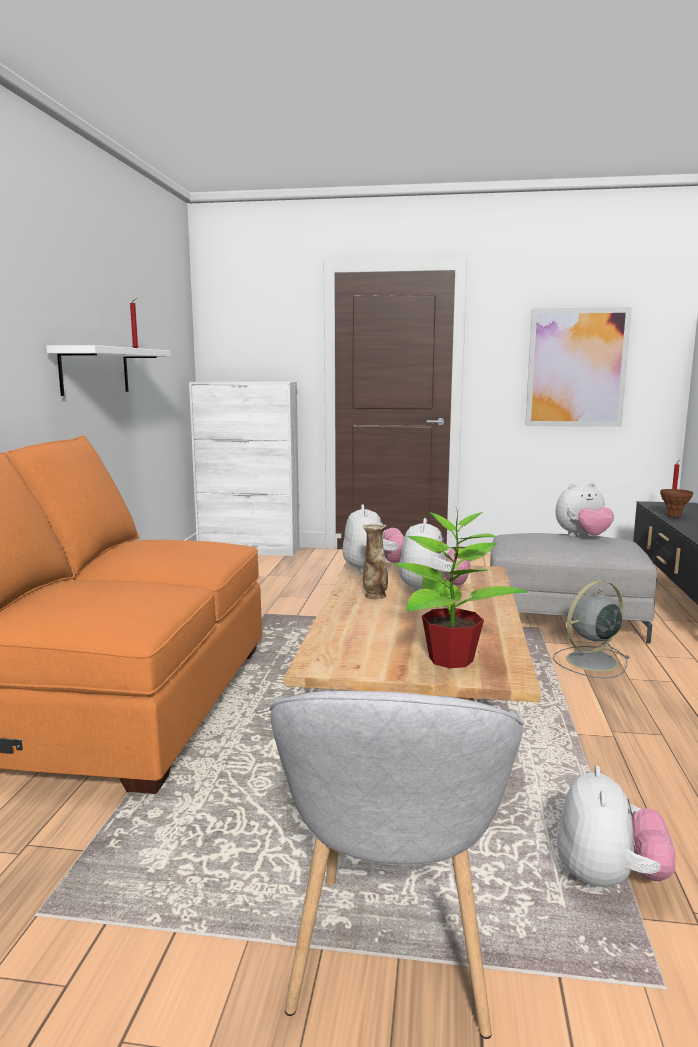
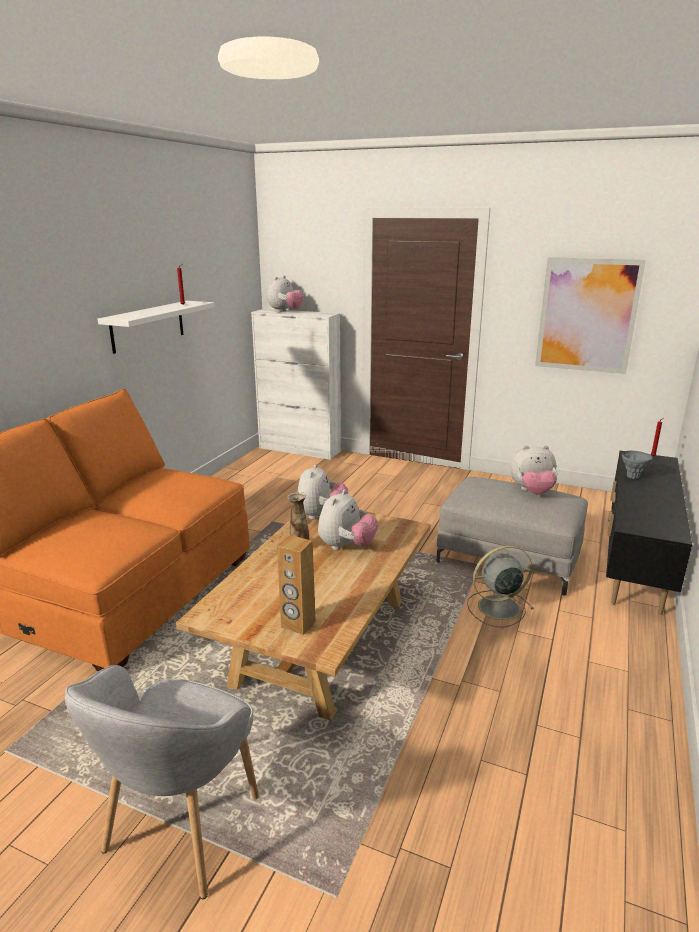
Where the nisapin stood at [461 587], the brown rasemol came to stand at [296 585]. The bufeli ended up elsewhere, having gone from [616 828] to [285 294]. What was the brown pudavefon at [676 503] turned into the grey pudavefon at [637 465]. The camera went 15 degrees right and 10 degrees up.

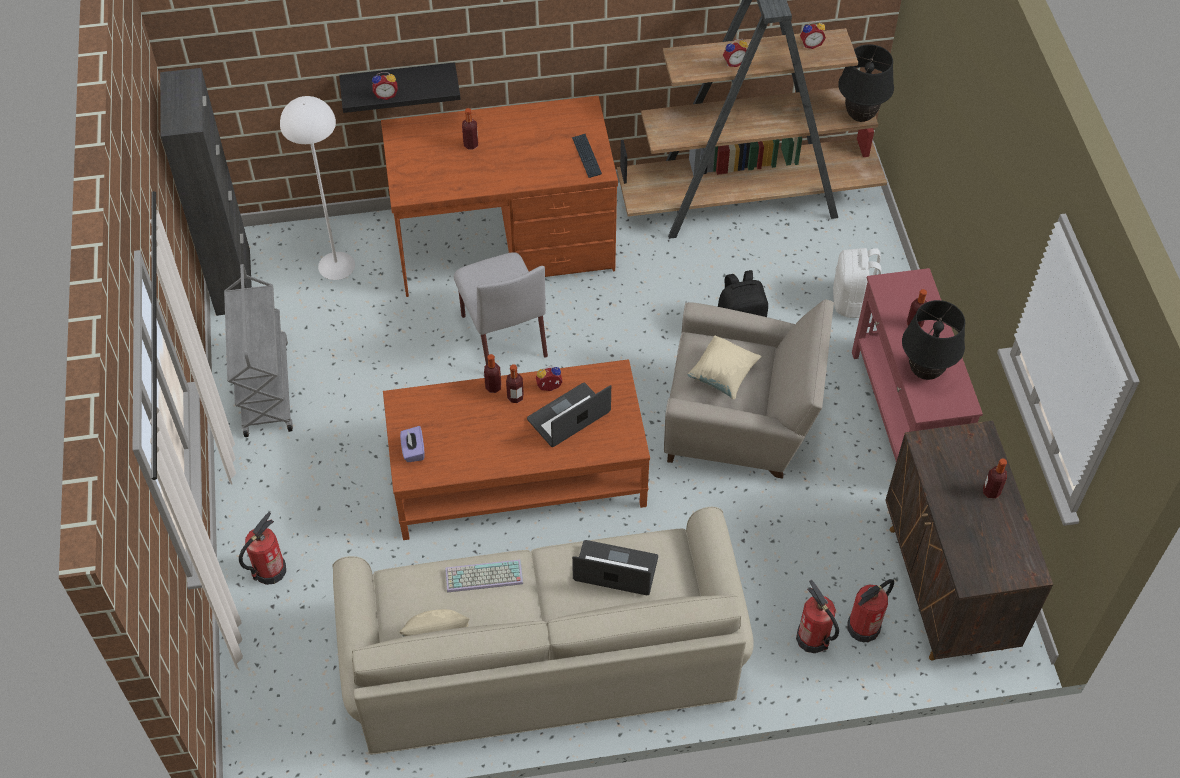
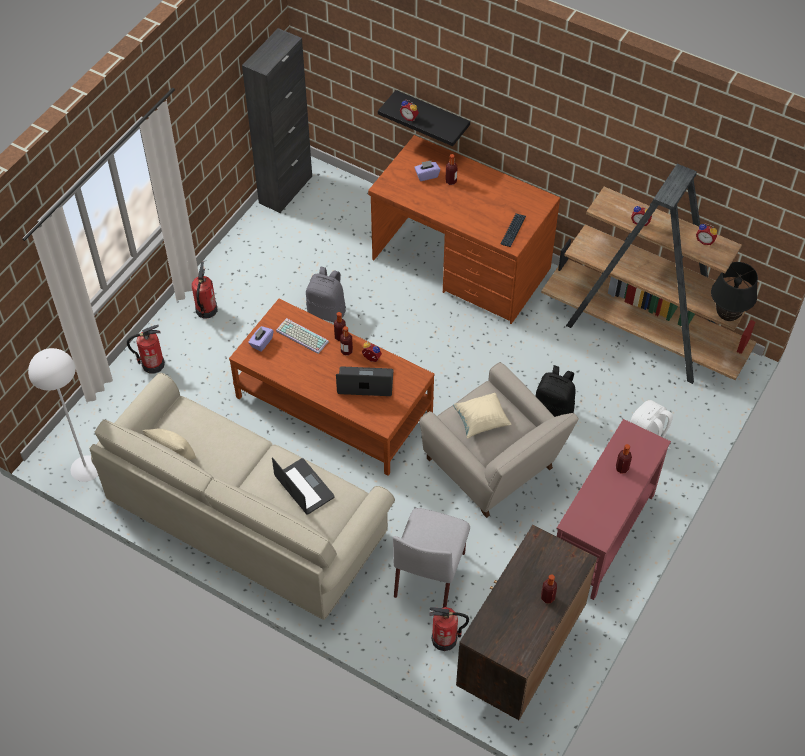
The second view lost the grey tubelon at [258 350]. The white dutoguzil ended up elsewhere, having gone from [317 188] to [63 415]. The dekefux ended up elsewhere, having gone from [484 576] to [302 336]. The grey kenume ended up elsewhere, having gone from [501 309] to [431 558]. The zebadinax ended up elsewhere, having gone from [817 616] to [204 290]. The second view lost the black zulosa at [933 340]. The second view gained the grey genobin at [326 294]. The second view gained the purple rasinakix at [427 170]. The camera went 40 degrees right and 0 degrees up.

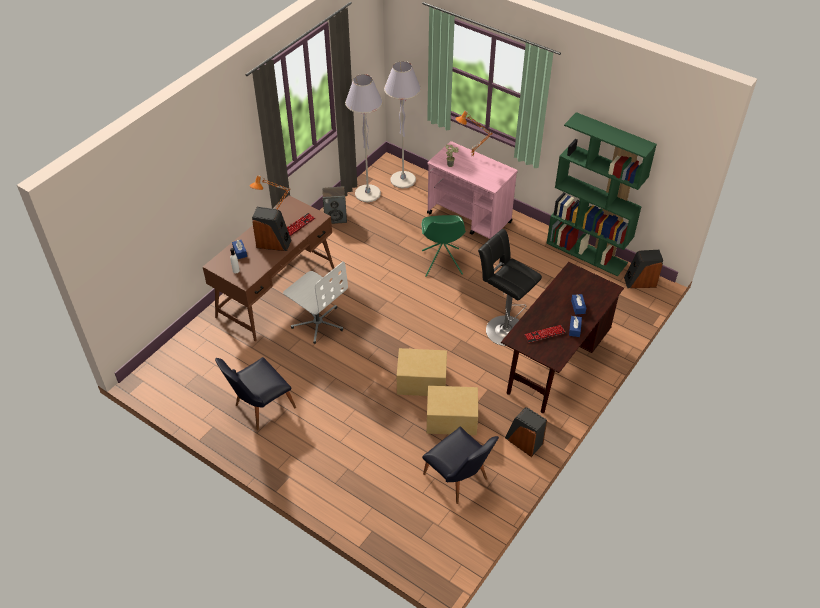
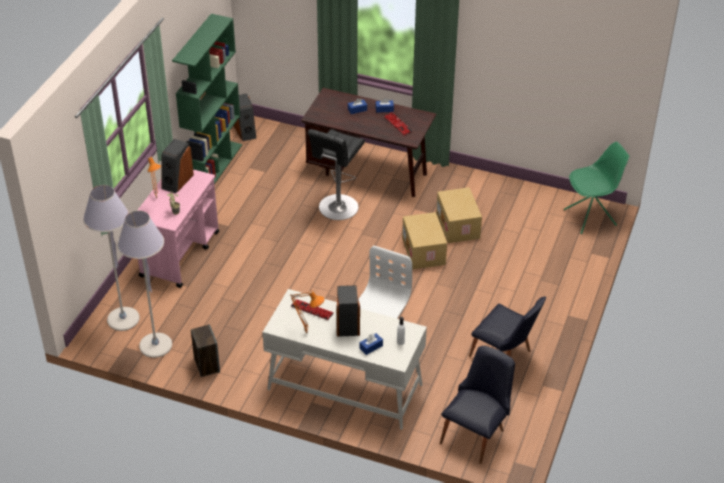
What was the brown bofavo at [268 268] turned into the white bofavo at [345 359]. The green kenume ended up elsewhere, having gone from [444 246] to [596 188]. The black kenume ended up elsewhere, having gone from [460 465] to [477 405]. The rasemol ended up elsewhere, having gone from [526 432] to [178 166]. The camera went 105 degrees left and 5 degrees down.

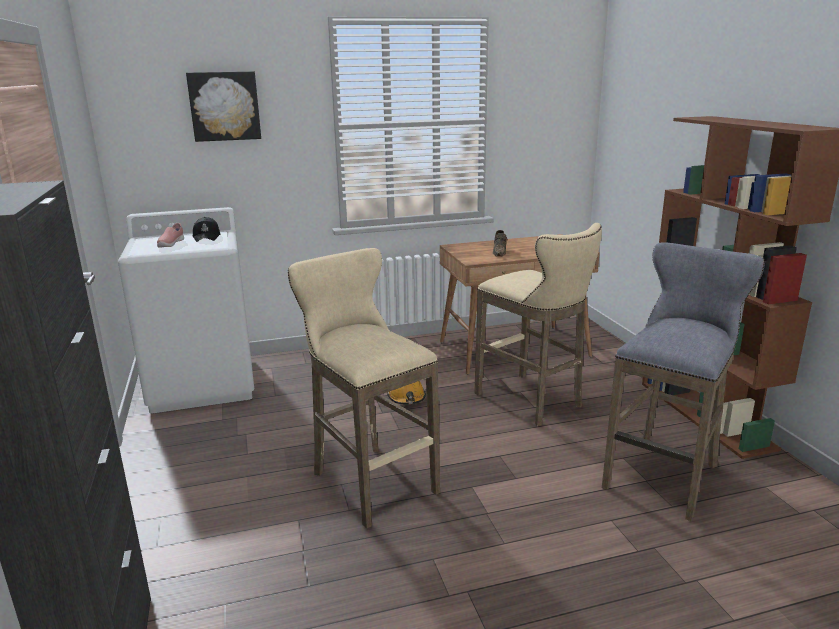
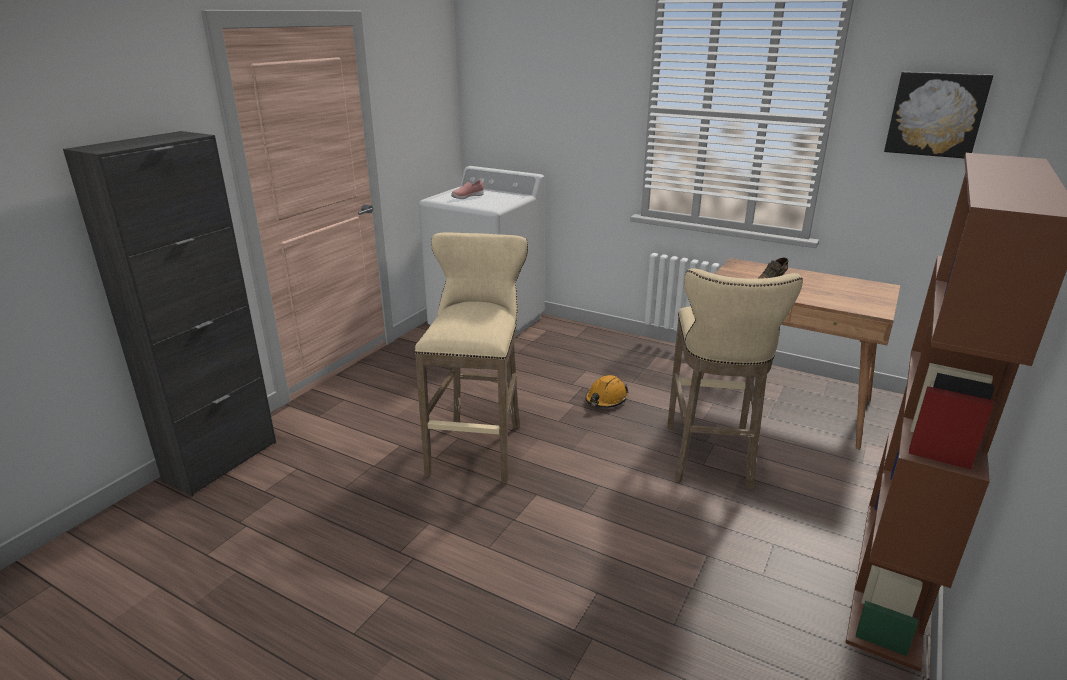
The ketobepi ended up elsewhere, having gone from [223 107] to [938 115]. The second view lost the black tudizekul at [206 229]. The second view lost the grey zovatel at [683 381]. The camera went 45 degrees right and 5 degrees up.

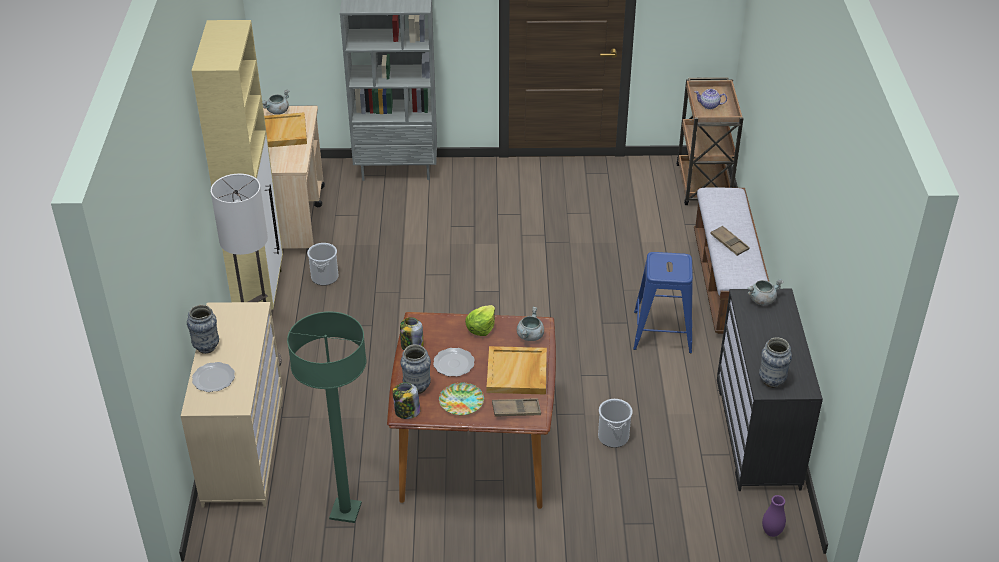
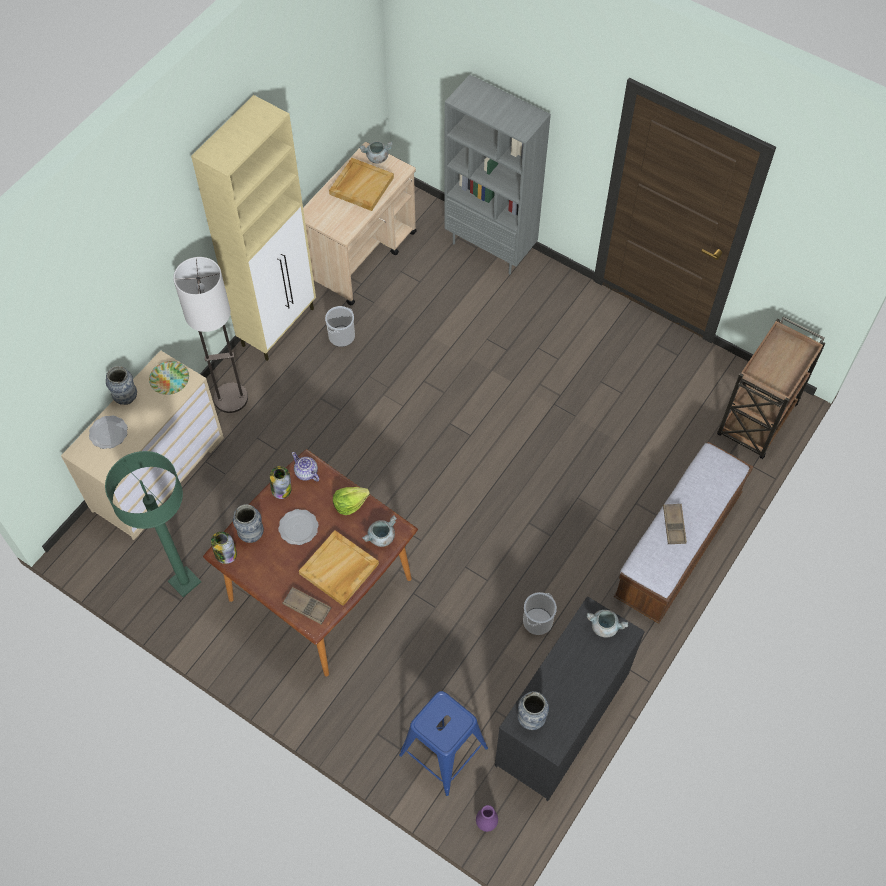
The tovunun ended up elsewhere, having gone from [461 399] to [169 378]. The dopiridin ended up elsewhere, having gone from [615 423] to [540 613]. The blue zovatel ended up elsewhere, having gone from [663 302] to [443 743]. The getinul ended up elsewhere, having gone from [710 99] to [305 467]. The camera went 35 degrees right and 20 degrees up.

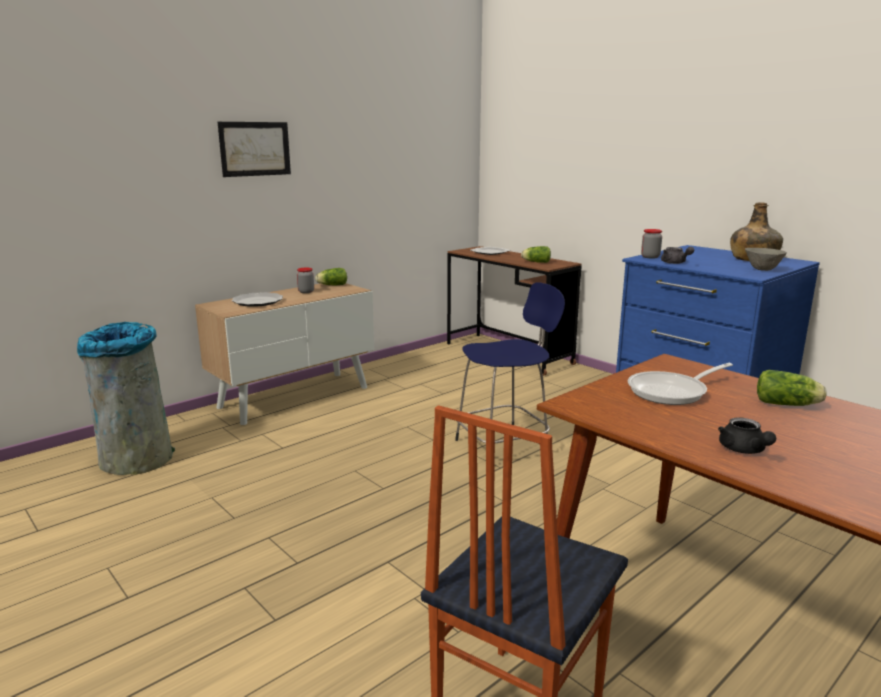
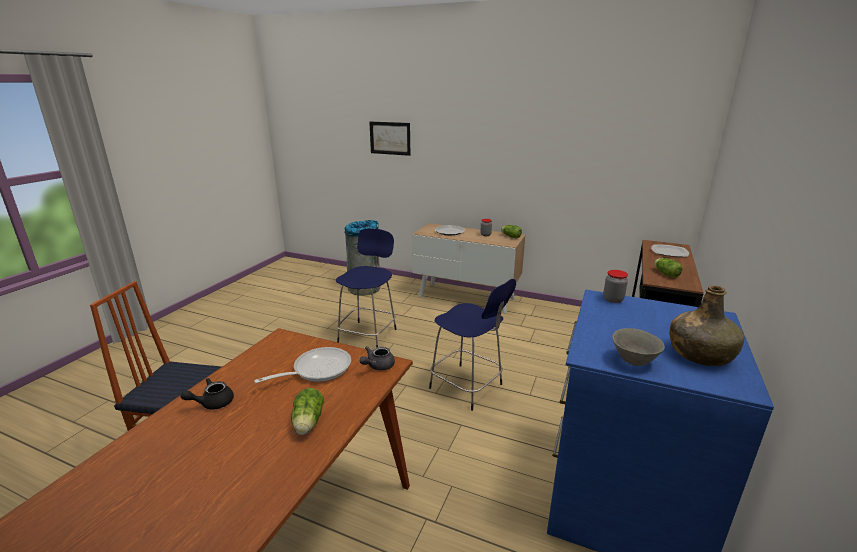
The ketobepi ended up elsewhere, having gone from [254 149] to [389 139]. The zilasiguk at [680 384] ended up facing another way, 105 degrees clockwise from before. The grey getinul ended up elsewhere, having gone from [677 255] to [377 358]. The second view gained the blue zovatel at [366 288]. The camera went 65 degrees right and 5 degrees up.

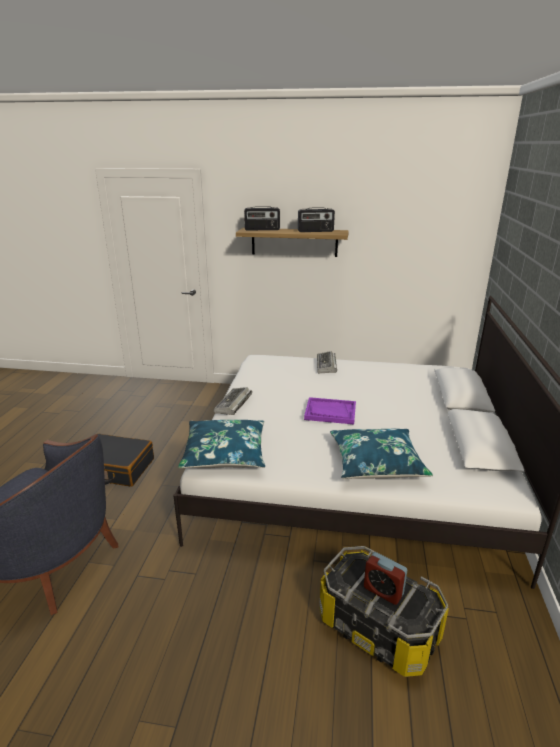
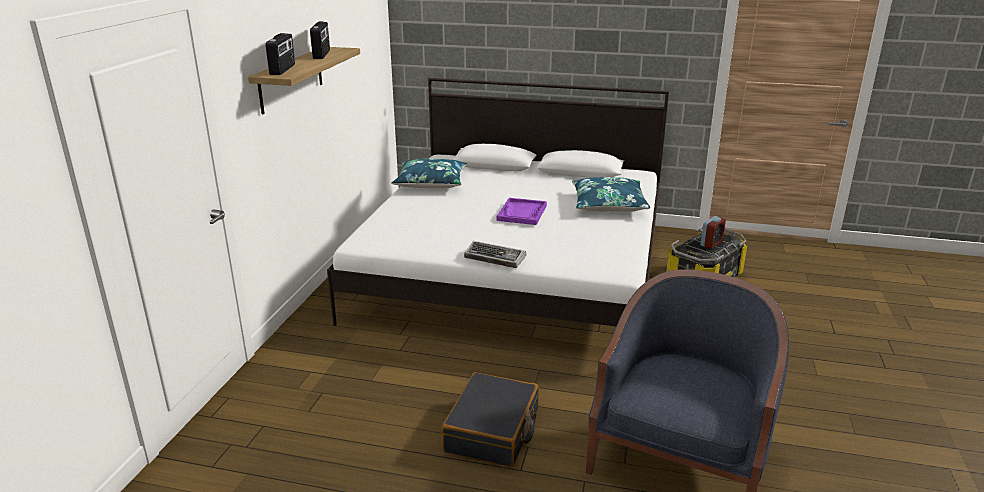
The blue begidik ended up elsewhere, having gone from [221 444] to [429 173]. The second view lost the dekefux at [327 362]. The camera went 85 degrees left and 0 degrees up.

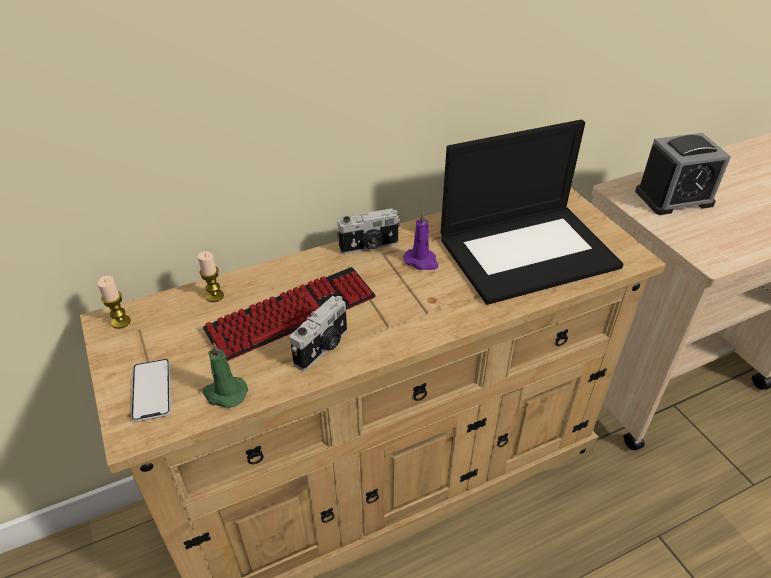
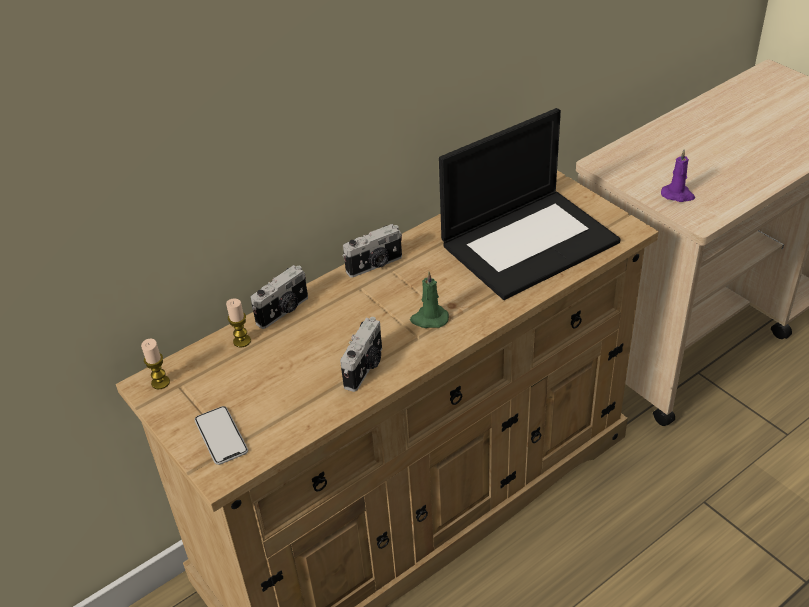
The second view lost the dekefux at [289 314]. The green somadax ended up elsewhere, having gone from [225 375] to [429 299]. The purple somadax ended up elsewhere, having gone from [421 241] to [678 175]. The second view lost the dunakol at [683 174]. The second view gained the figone at [279 297]. The camera went 10 degrees left and 0 degrees up.

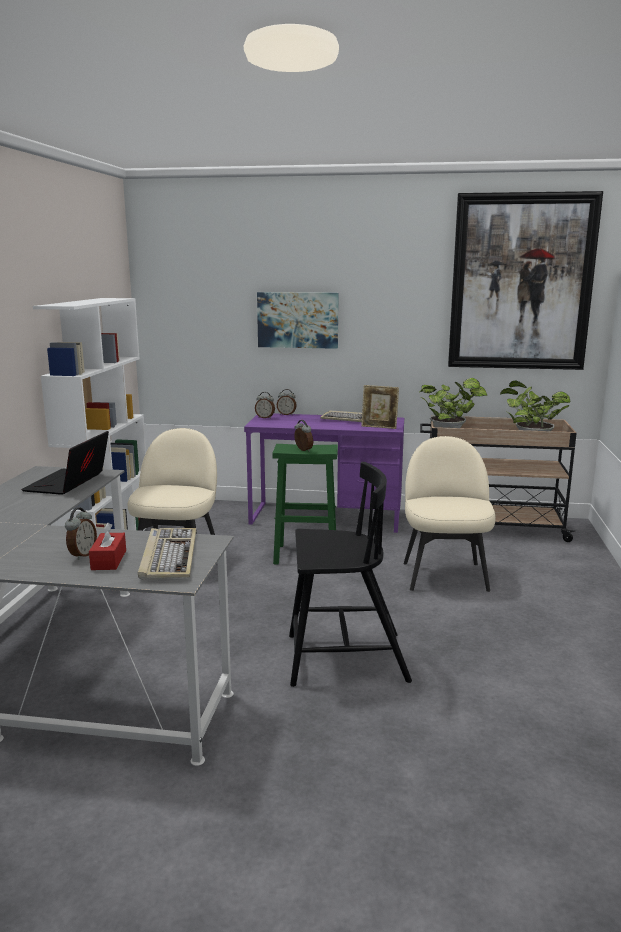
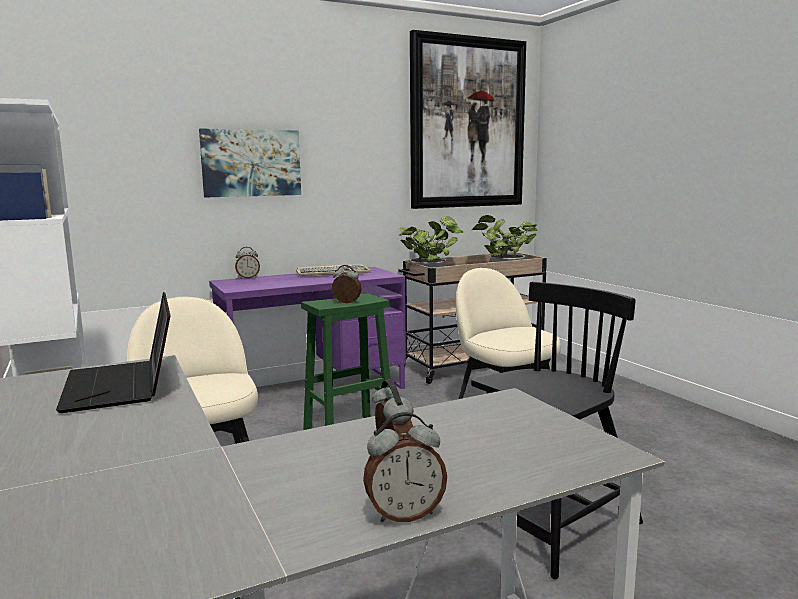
The second view lost the red rasinakix at [107 546]. The second view lost the dekefux at [167 554]. The dunakol ended up elsewhere, having gone from [265 405] to [405 467]. The second view lost the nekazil at [380 407]. The camera went 35 degrees left and 5 degrees down.

